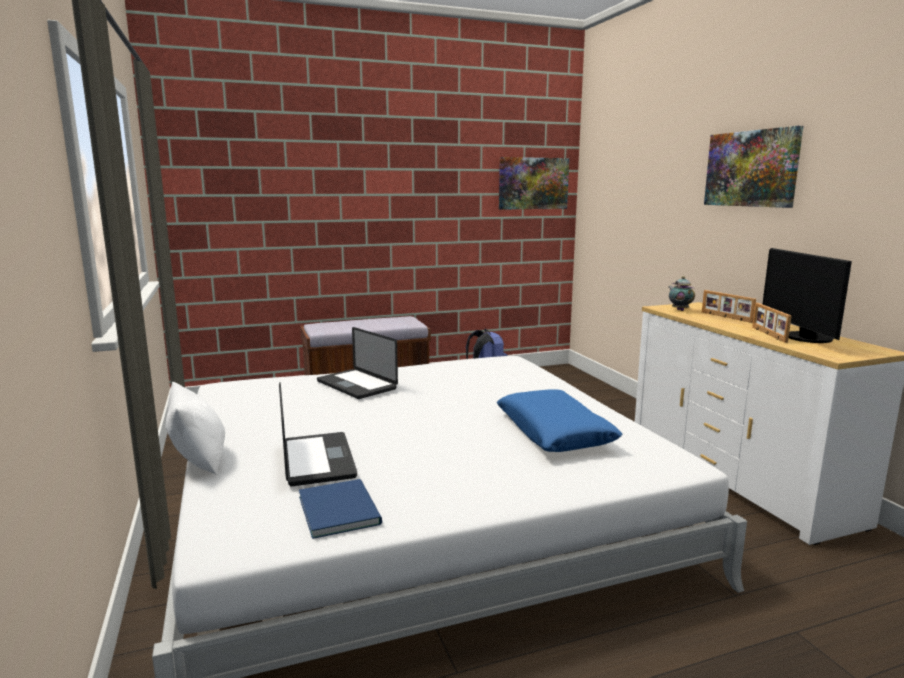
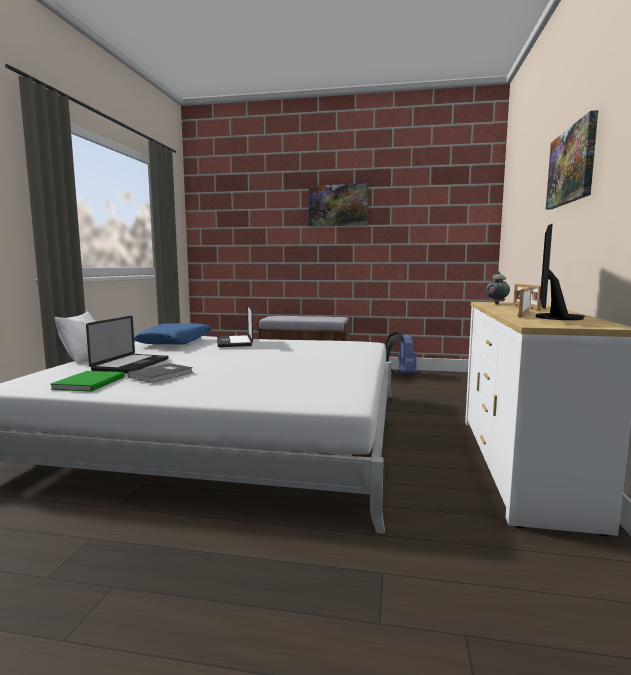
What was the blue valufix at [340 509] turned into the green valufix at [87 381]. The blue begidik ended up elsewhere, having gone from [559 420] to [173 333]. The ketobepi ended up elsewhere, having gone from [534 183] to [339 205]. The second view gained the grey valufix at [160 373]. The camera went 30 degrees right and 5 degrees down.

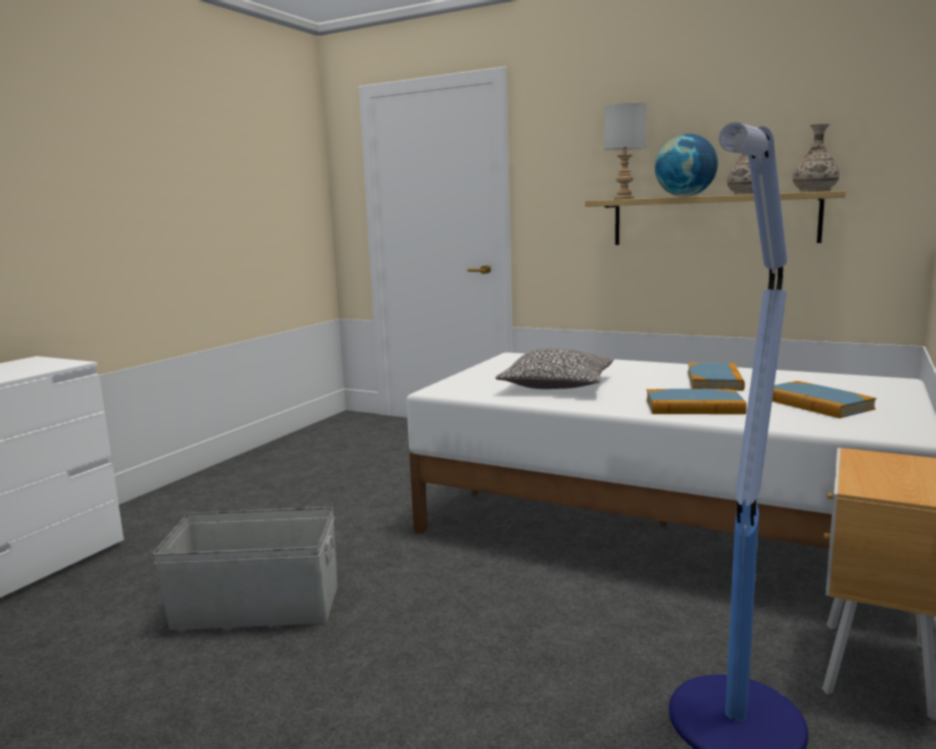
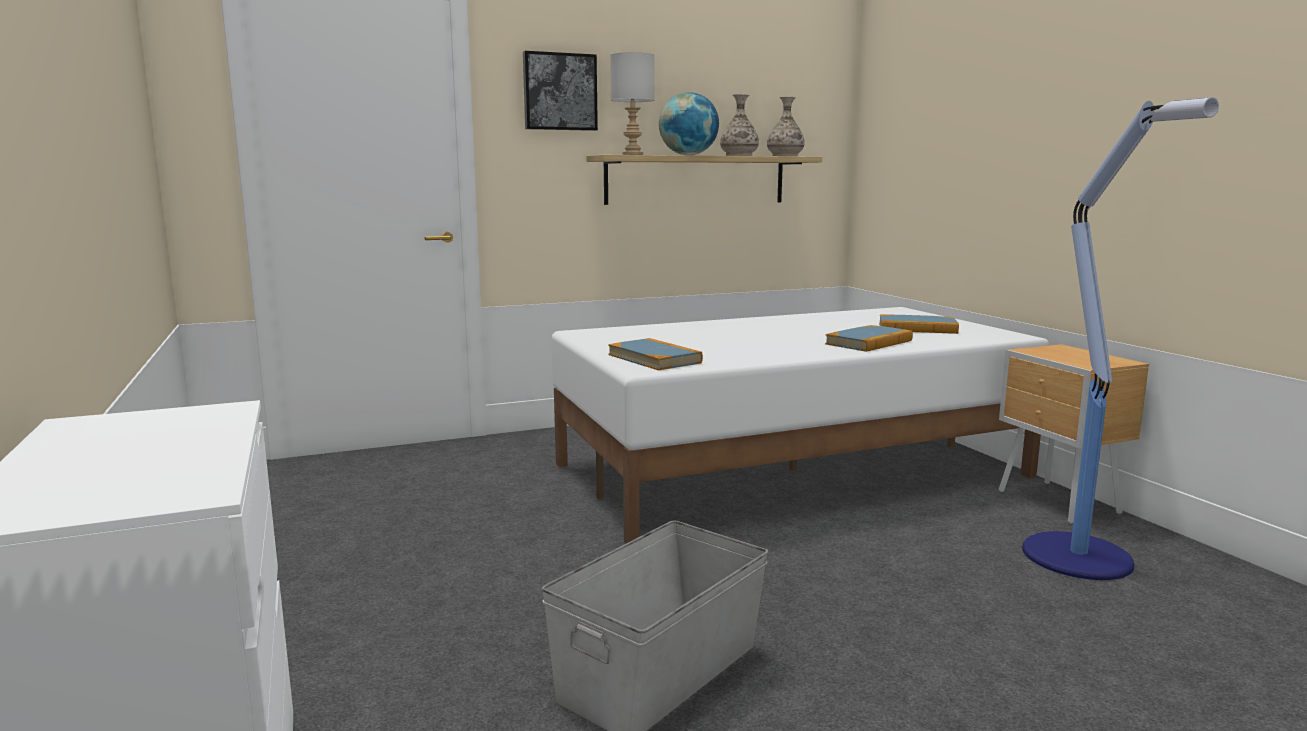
The second view lost the begidik at [555 368]. The valufix ended up elsewhere, having gone from [716 377] to [655 354]. The second view gained the ketobepi at [560 91]. The camera went 50 degrees left and 0 degrees up.

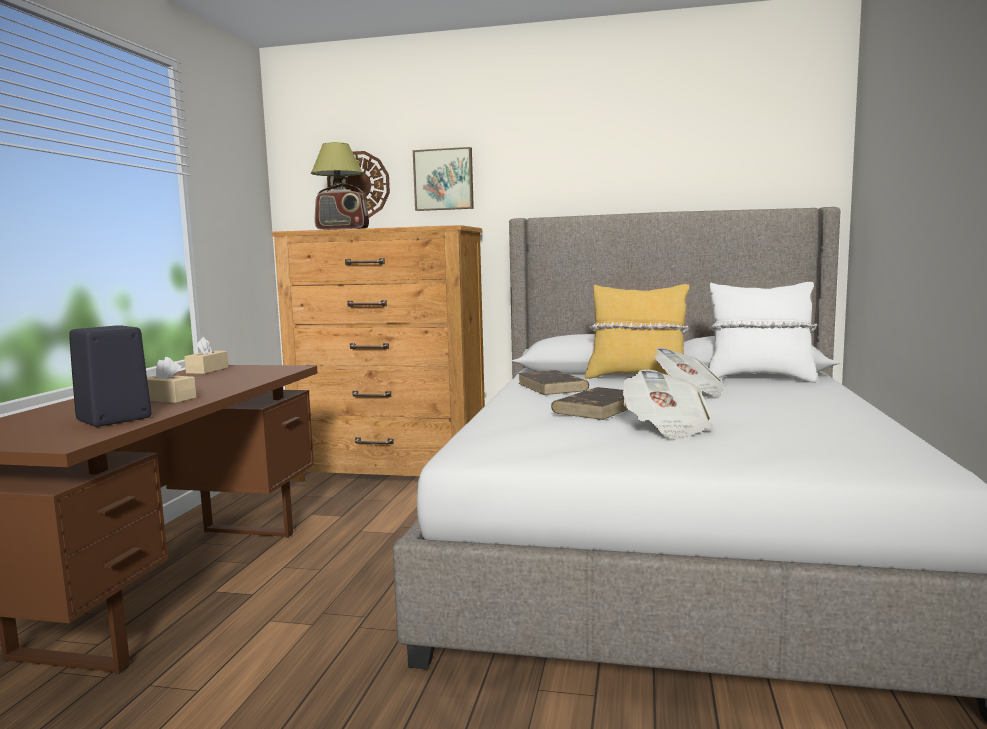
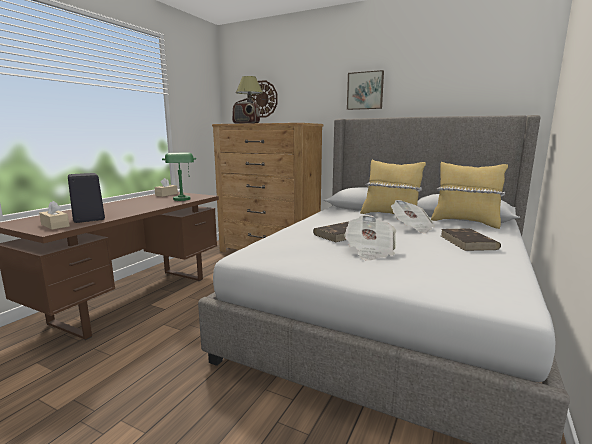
The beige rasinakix ended up elsewhere, having gone from [171 380] to [54 215]. The ketobepi ended up elsewhere, having gone from [443 179] to [365 90]. The brown valufix ended up elsewhere, having gone from [553 382] to [471 239]. What was the white begidik at [763 332] turned into the yellow begidik at [469 195]. The second view gained the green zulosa at [179 177]. The camera went 15 degrees right and 5 degrees up.

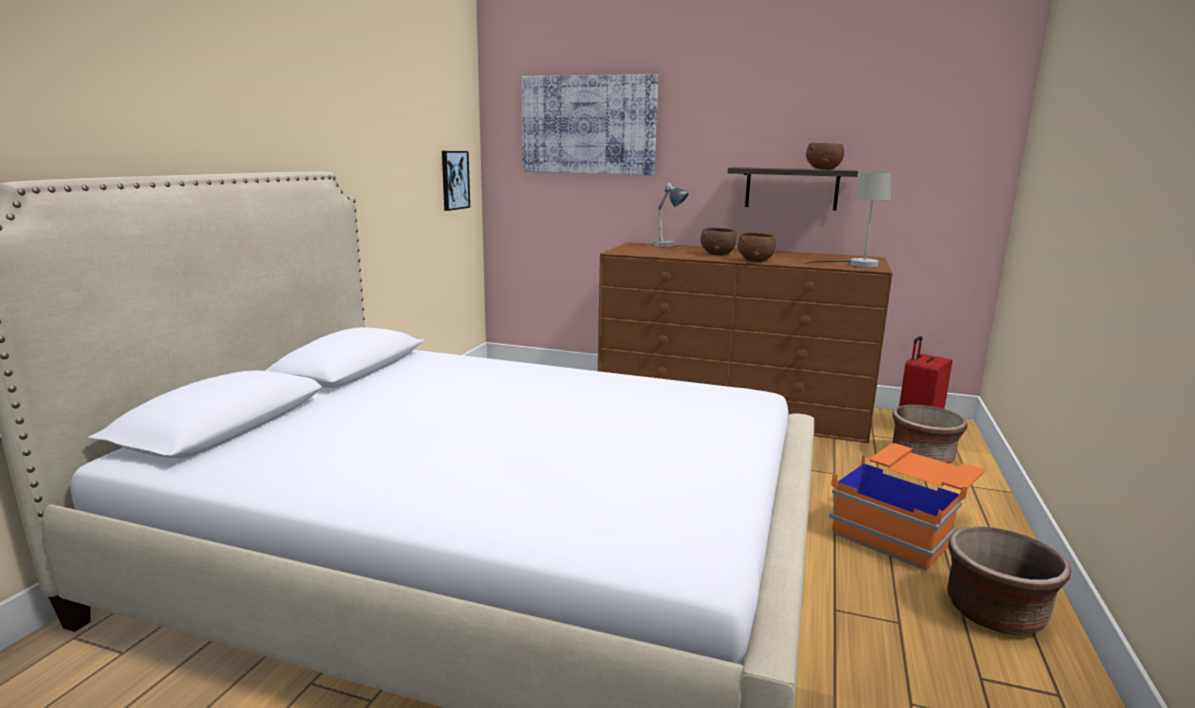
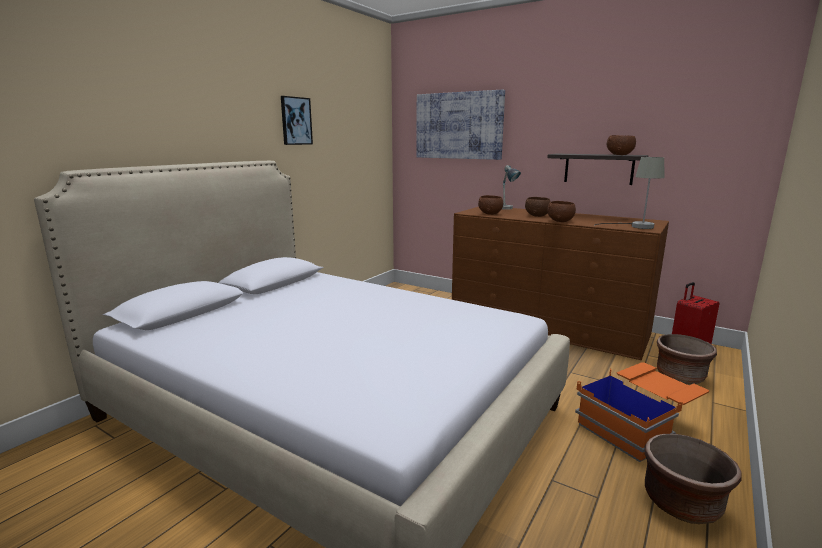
The ketobepi ended up elsewhere, having gone from [456 181] to [297 120]. The second view gained the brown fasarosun at [490 205]. The camera went 15 degrees right and 0 degrees up.

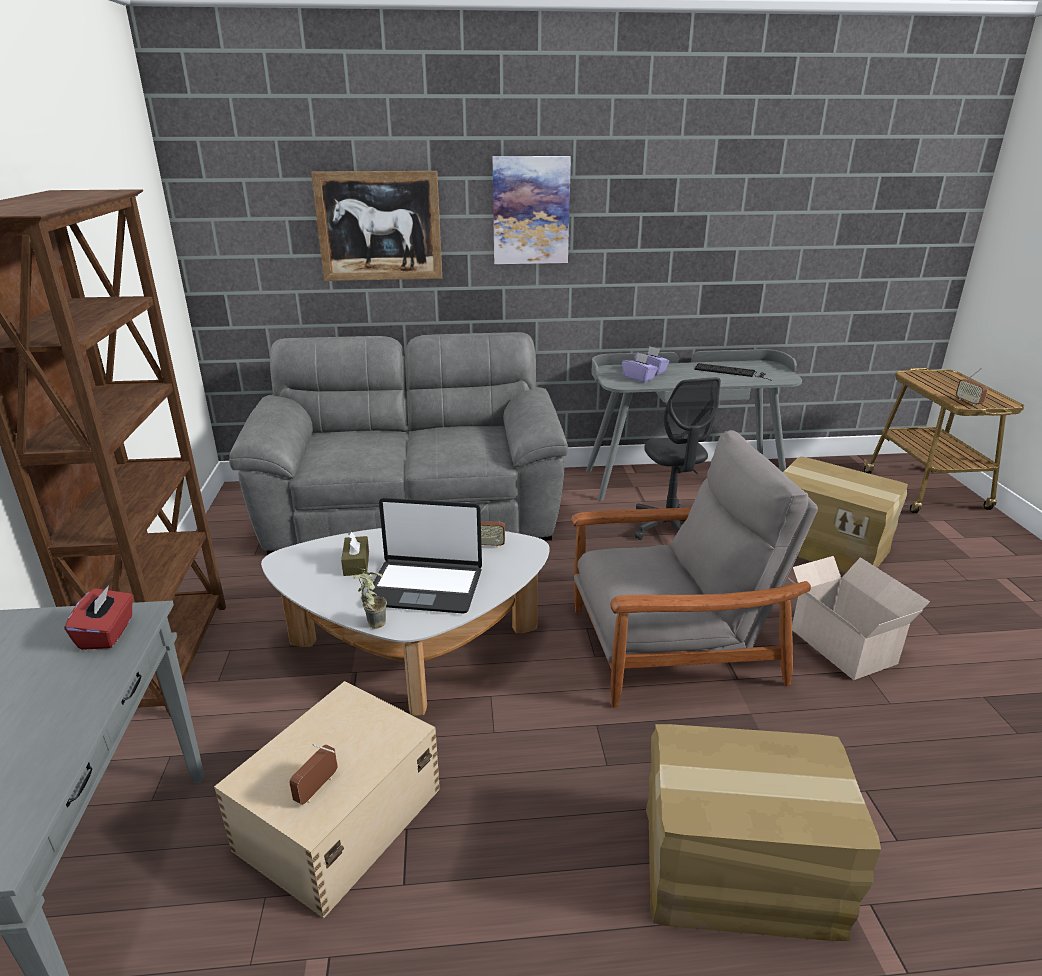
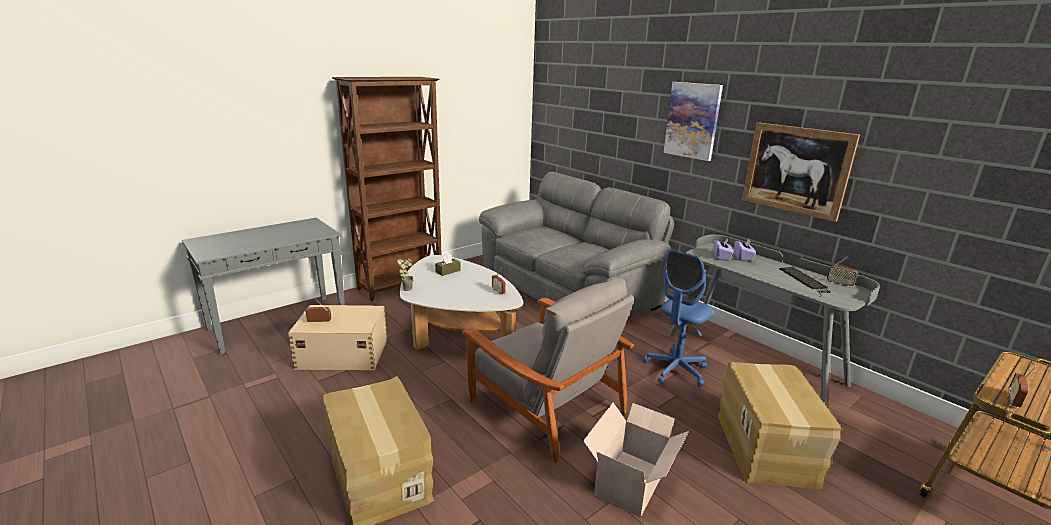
The second view lost the red rasinakix at [99 617]. The ketobepi ended up elsewhere, having gone from [376 226] to [801 172]. The second view lost the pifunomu at [423 555]. What was the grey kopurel at [678 458] turned into the blue kopurel at [678 318]. The second view gained the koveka at [842 271]. The camera went 55 degrees right and 5 degrees down.

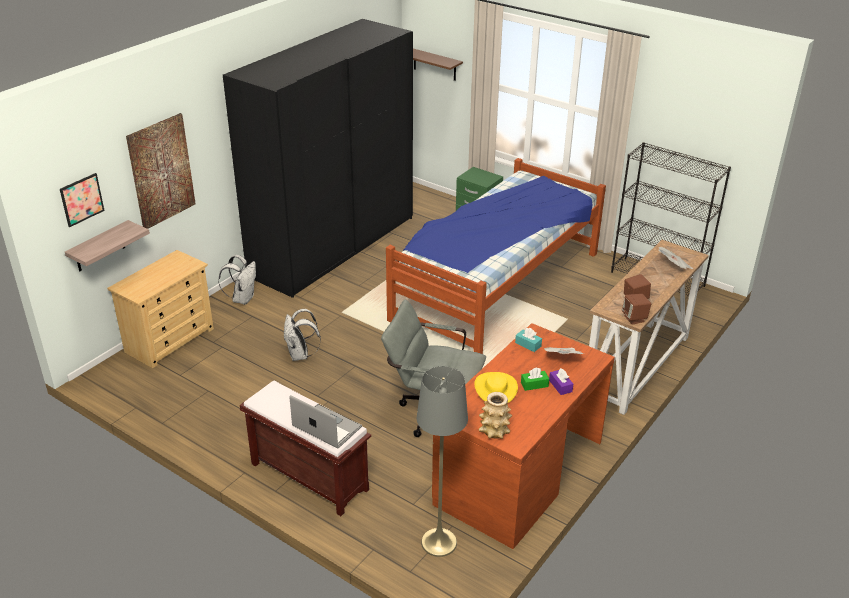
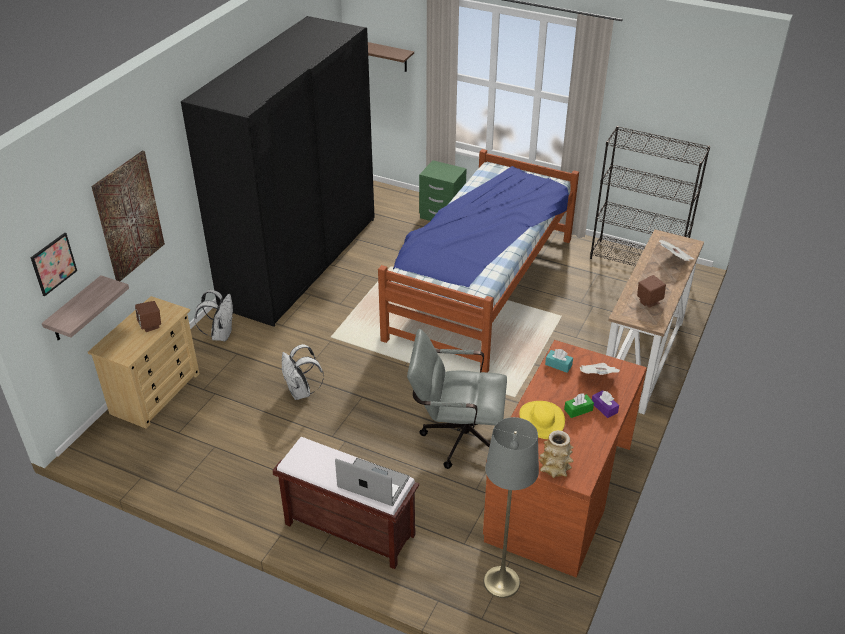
The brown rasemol ended up elsewhere, having gone from [636 309] to [148 316]. The camera went 10 degrees left and 5 degrees up.

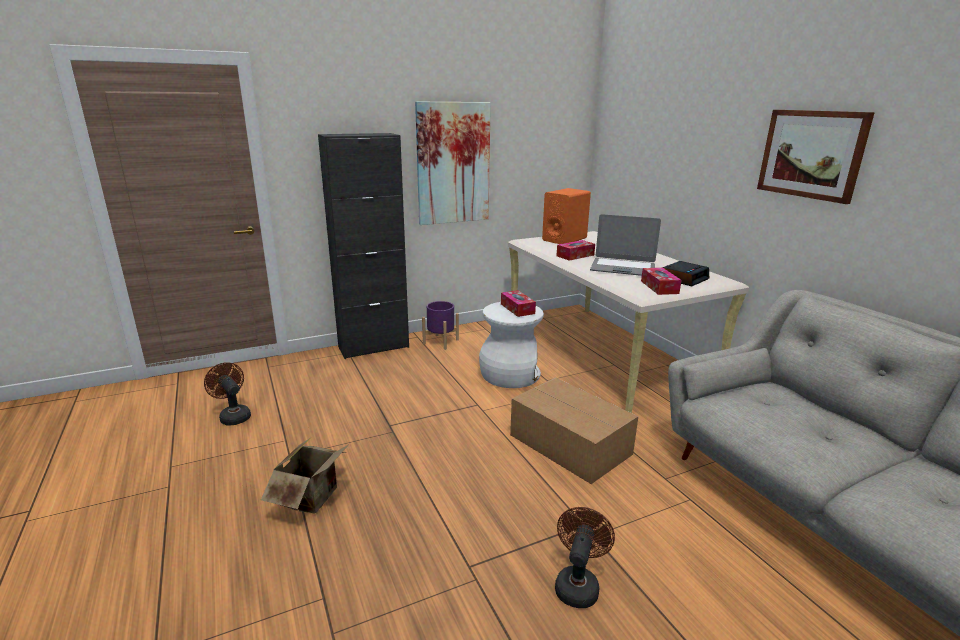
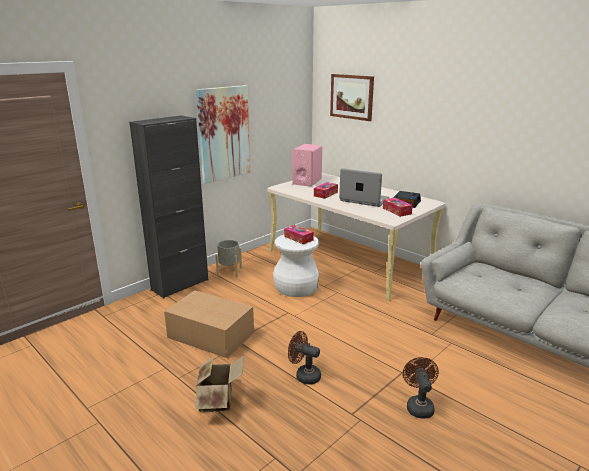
The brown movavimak ended up elsewhere, having gone from [227 393] to [304 358]. What was the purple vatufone at [440 325] turned into the grey vatufone at [229 258]. The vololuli ended up elsewhere, having gone from [574 431] to [209 324]. What was the orange rasemol at [566 216] turned into the pink rasemol at [307 165]. The pifunomu at [625 245] ended up facing another way, 150 degrees counterclockwise from before. The ketobepi ended up elsewhere, having gone from [816 157] to [352 97]. The camera went 20 degrees left and 0 degrees up.

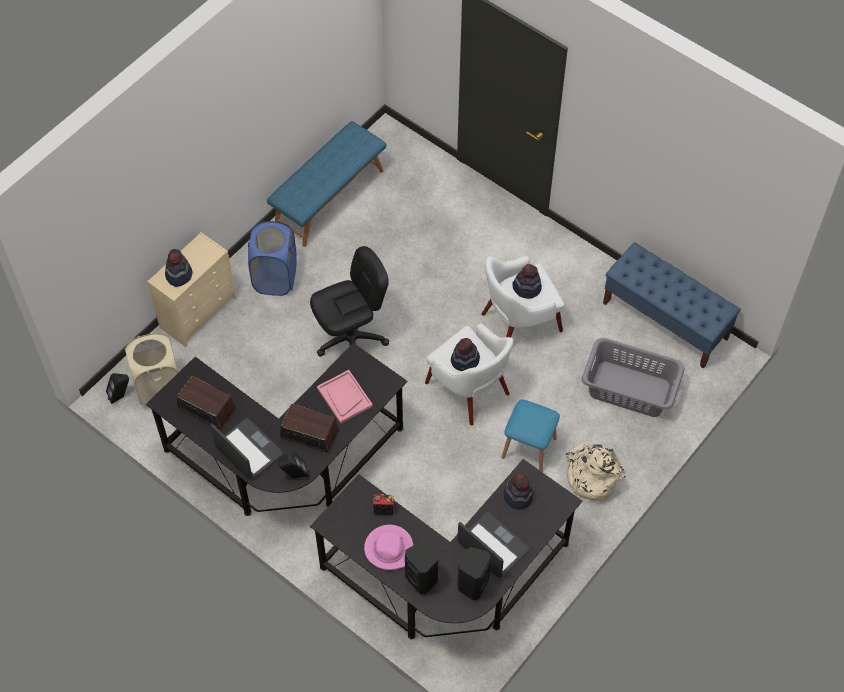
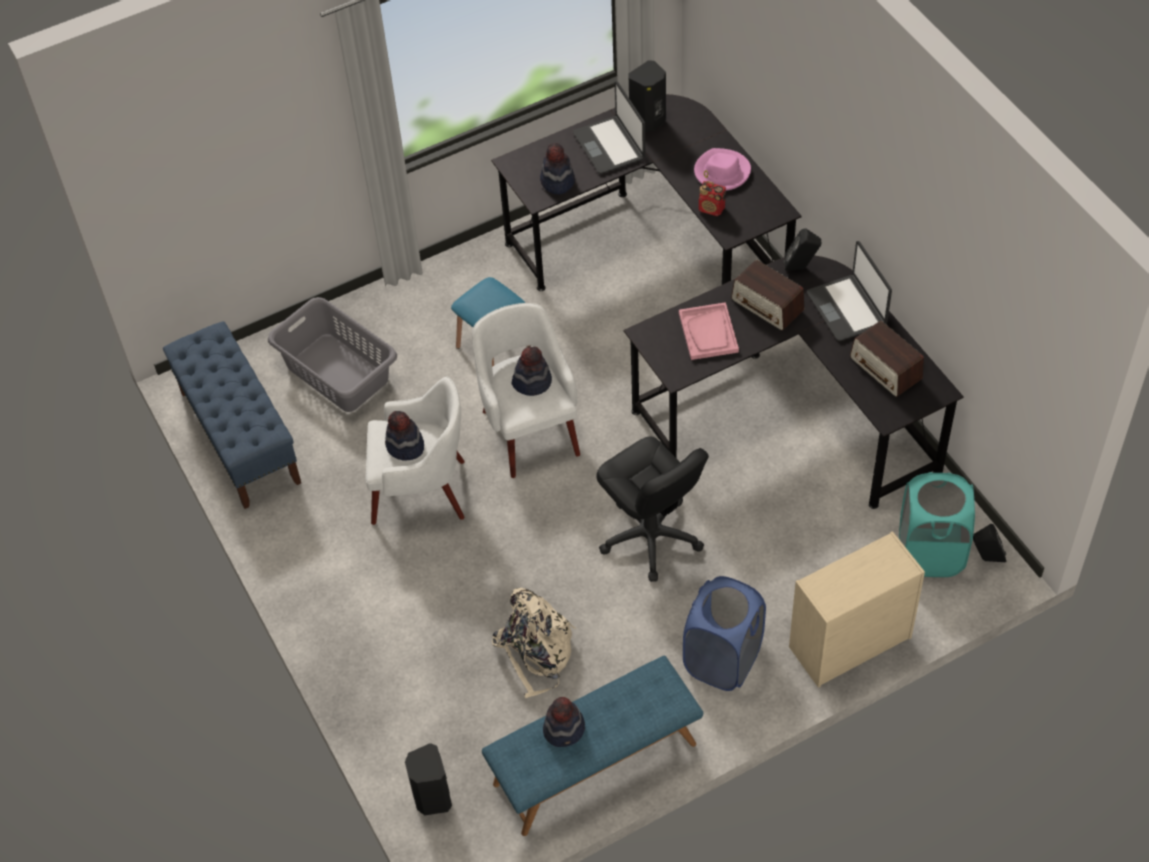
What was the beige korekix at [152 370] turned into the turquoise korekix at [937 524]. The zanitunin ended up elsewhere, having gone from [178 268] to [564 722]. The black kopurel at [349 301] ended up facing another way, 120 degrees counterclockwise from before. The black rasemol ended up elsewhere, having gone from [421 568] to [428 779]. The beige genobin ended up elsewhere, having gone from [596 472] to [534 643]. The camera went 155 degrees left and 5 degrees down.

